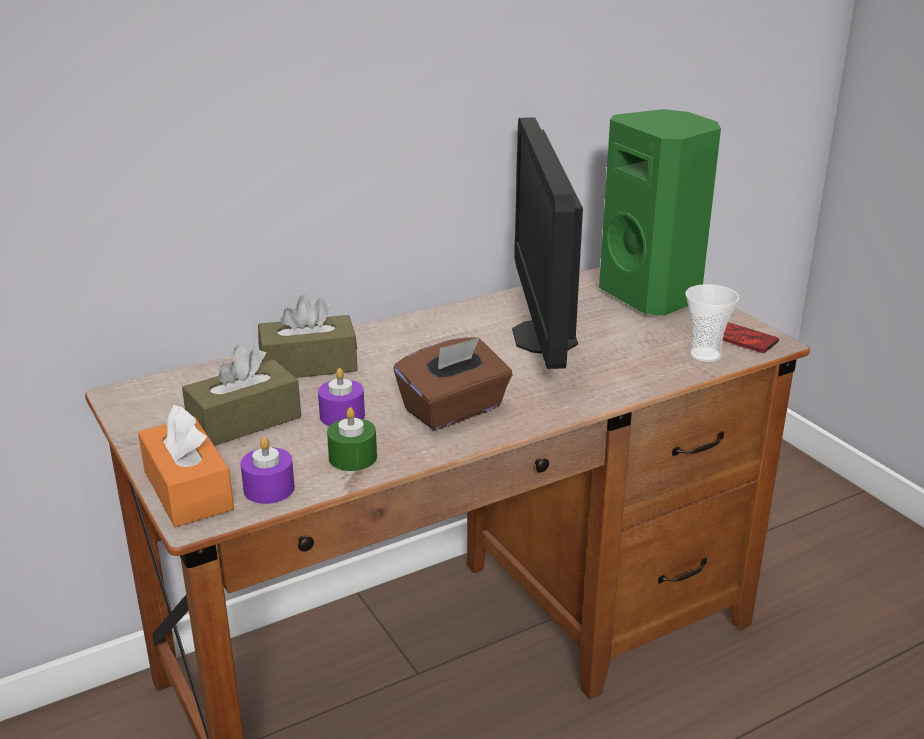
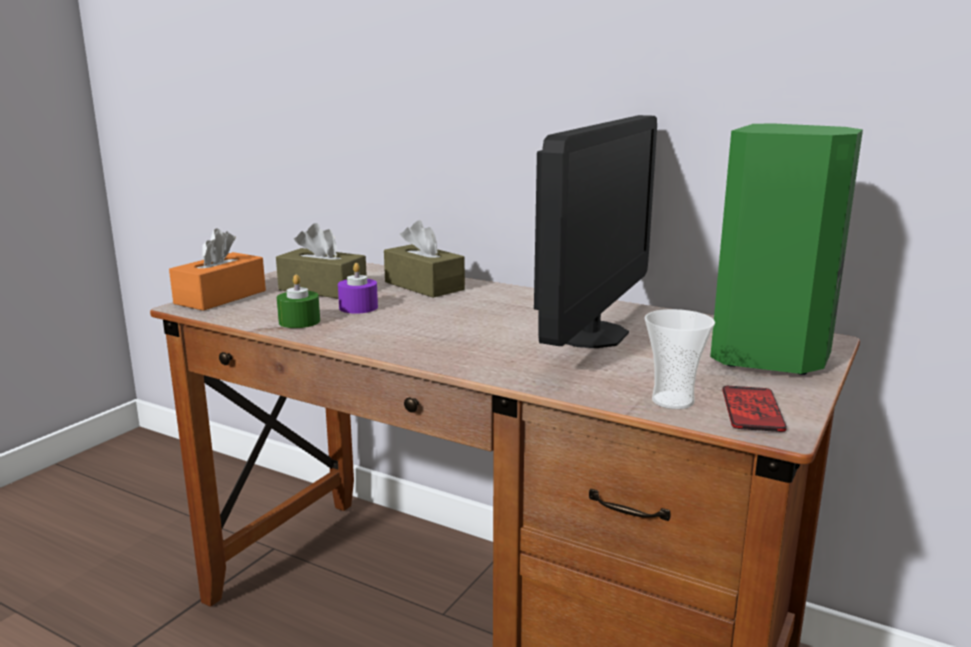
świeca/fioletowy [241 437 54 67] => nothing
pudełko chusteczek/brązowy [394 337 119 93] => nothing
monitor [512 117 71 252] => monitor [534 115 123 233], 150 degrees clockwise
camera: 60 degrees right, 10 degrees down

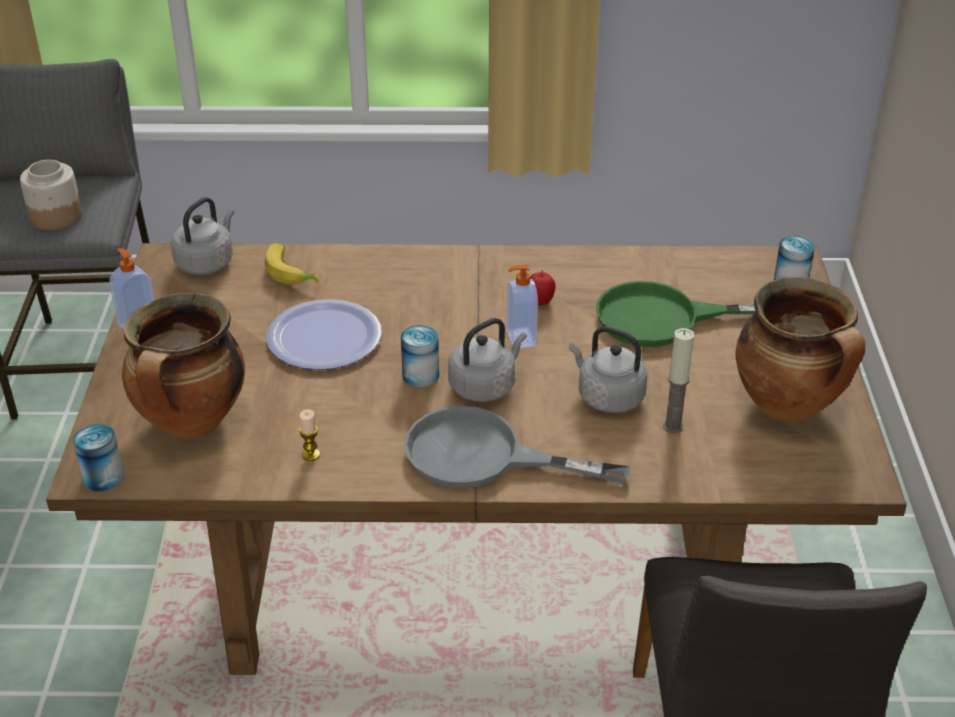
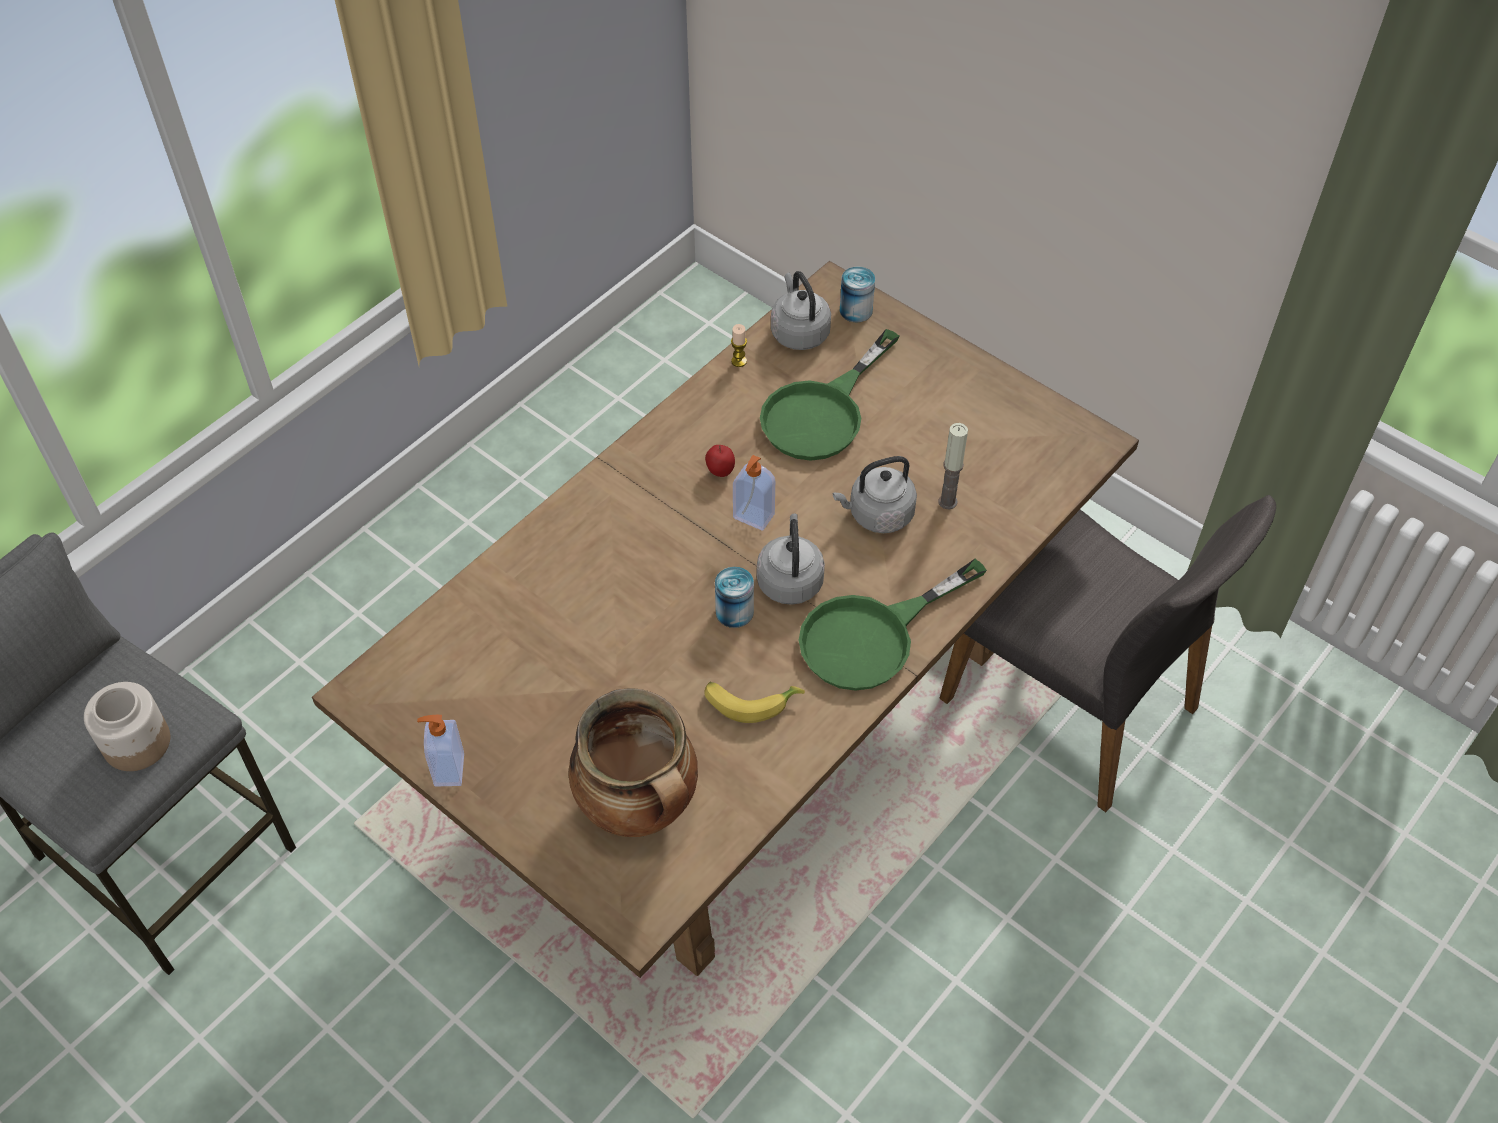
puszka [73 424 51 68] => nothing
czajnik/szary [170 197 64 78] => czajnik/szary [771 271 60 79], shifted
banan [265 243 54 42] => banan [704 681 101 42], shifted
talerz [266 299 116 71] => nothing
świeca [299 409 21 52] => świeca [731 324 16 43], shifted
patelnia/szary [404 406 226 82] => patelnia/zielony [799 559 188 132]
garnek [736 277 129 145] => nothing
camera: 50 degrees left, 15 degrees up

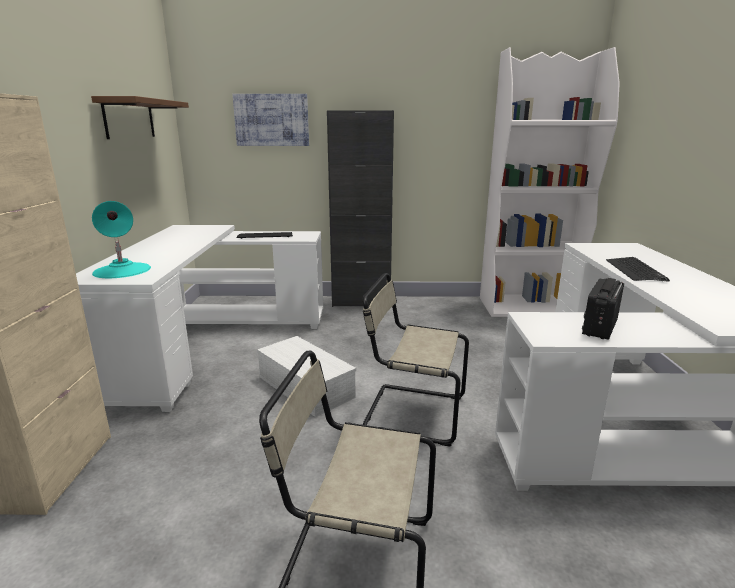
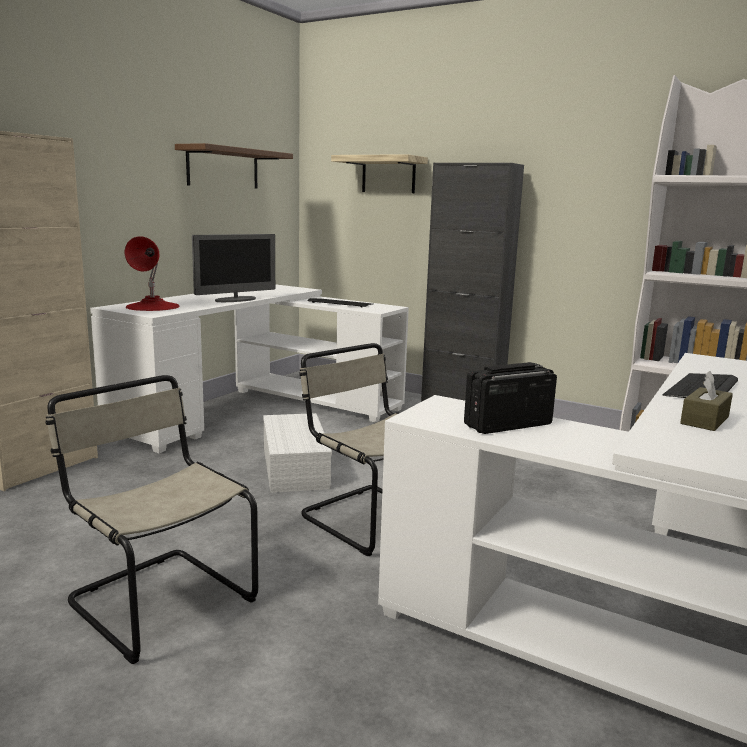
lampa stołowa/turkusowy [92 201 59 77] => lampa stołowa/czerwony [125 236 55 75]
obraz [232 94 77 52] => półka [331 154 97 39]
nothing => monitor [192 234 84 68]
nothing => pudełko chusteczek/brązowy [680 371 53 60]
camera: 30 degrees right, 5 degrees down

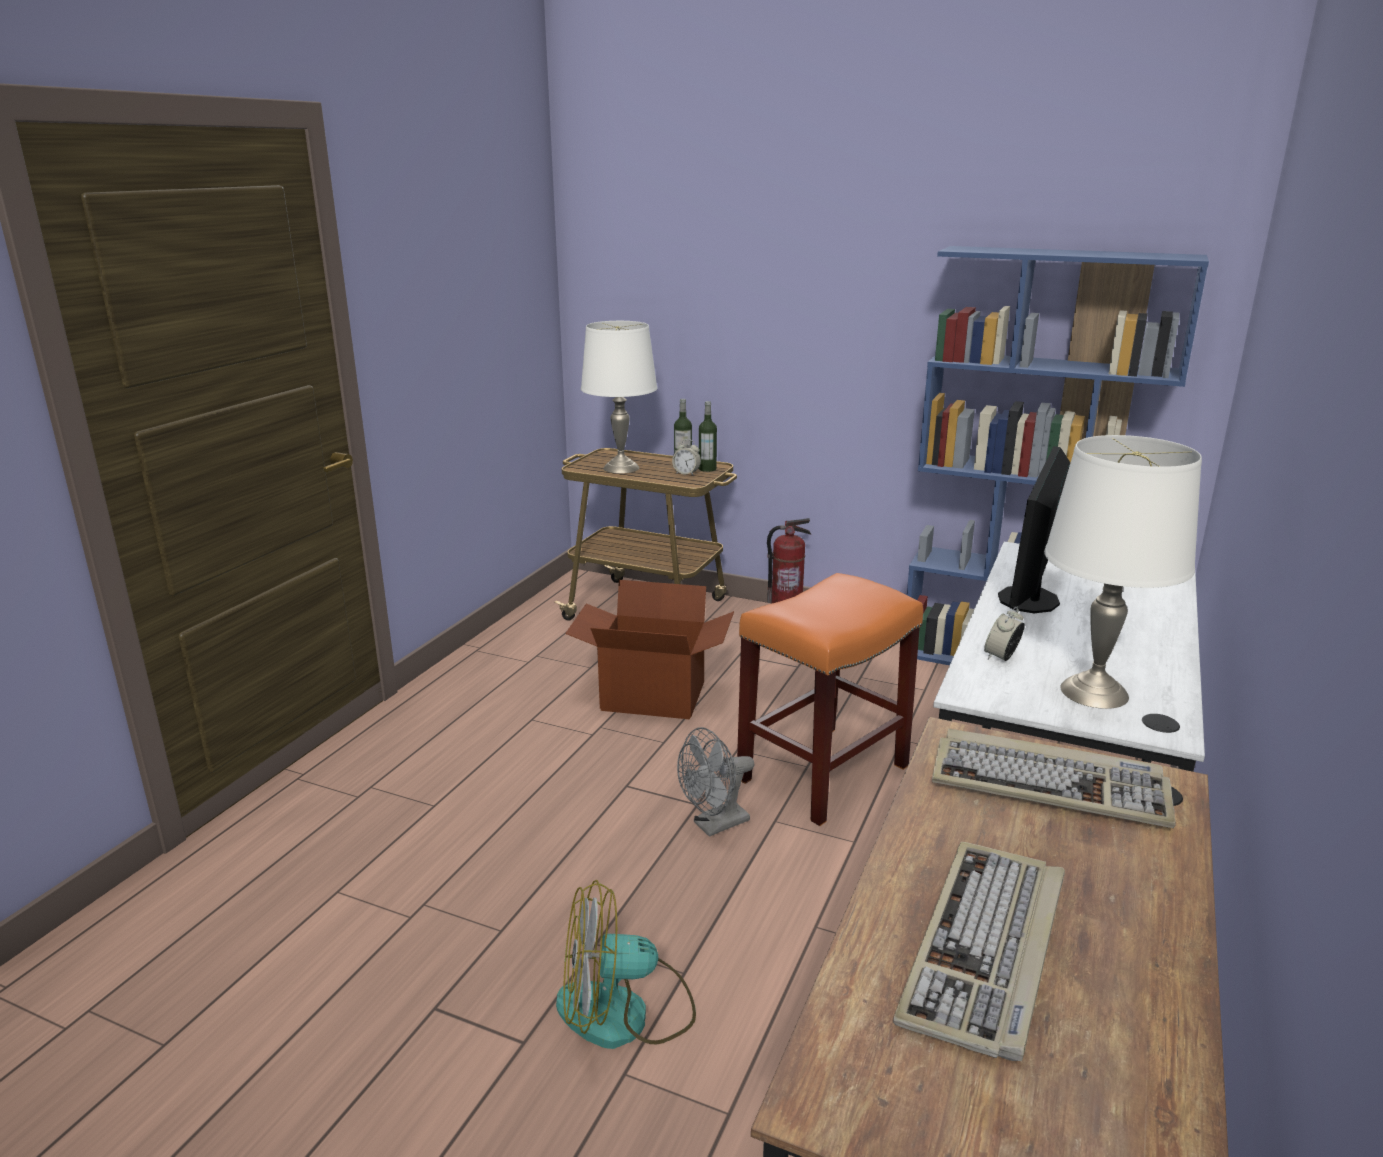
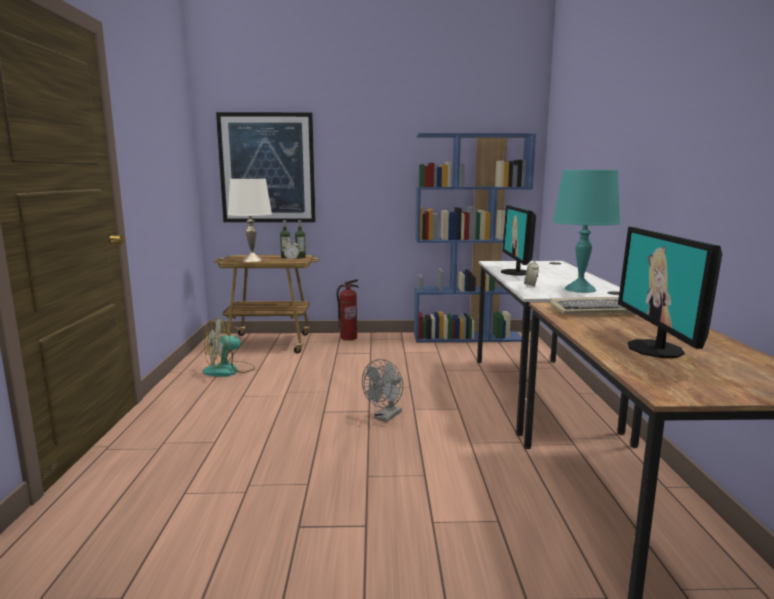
wentylator [556 880 140 169] => wentylator [202 317 53 60], shifted
karton [565 580 169 139] => nothing
stołek/pomarańczowy [737 573 186 253] => nothing
klawiatura [893 842 172 219] => monitor [618 227 104 131]
lampa stołowa/biały [1044 435 158 274] => lampa stołowa/turkusowy [553 170 67 123]
nothing => obraz [216 112 100 110]
camera: 25 degrees left, 10 degrees down

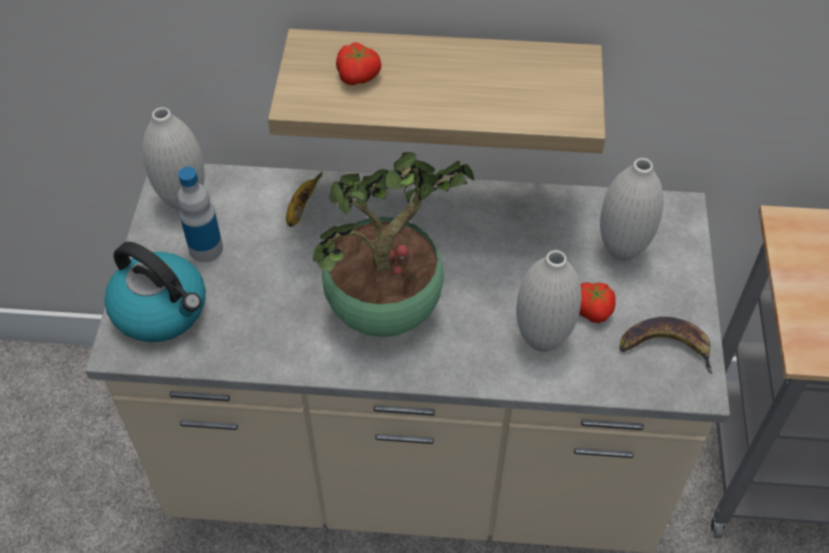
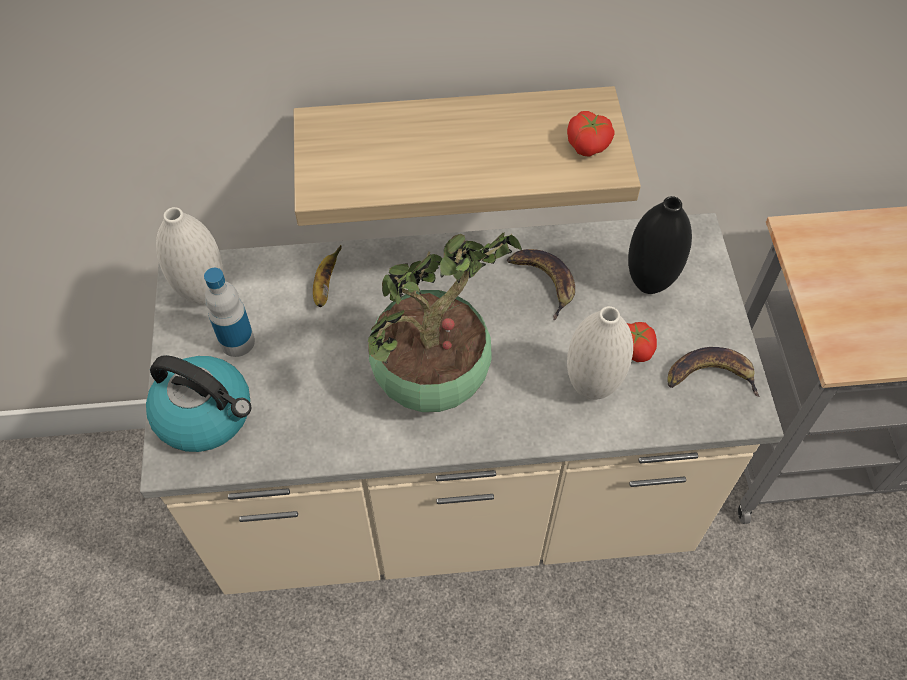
pomidor [336 42 45 43] => pomidor [567 111 48 46], shifted
wazon/biały [600 158 64 103] => wazon/czarny [628 196 64 98]
nothing => banan [507 249 68 71]
camera: 10 degrees left, 5 degrees up

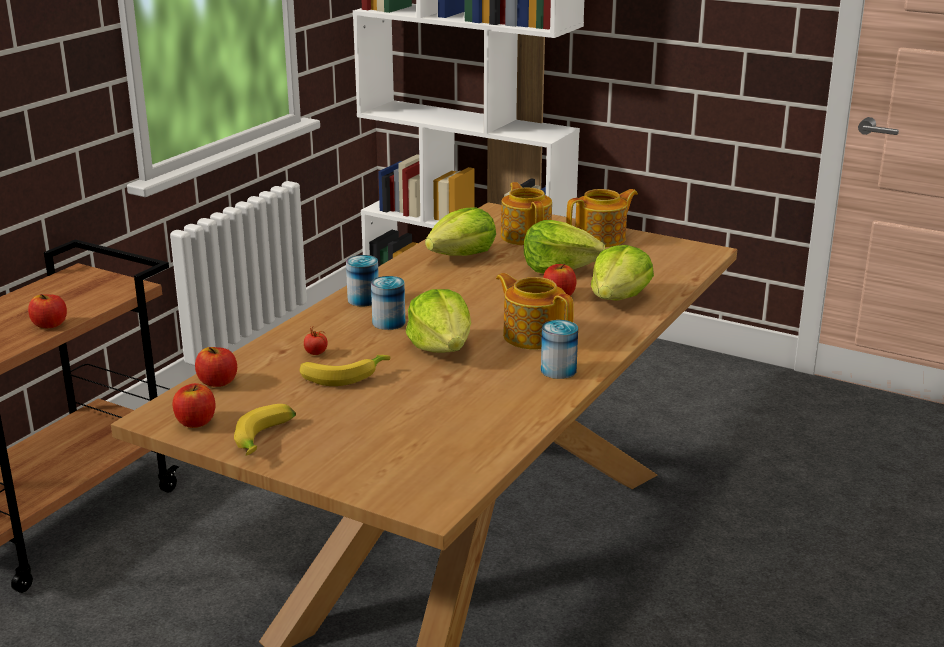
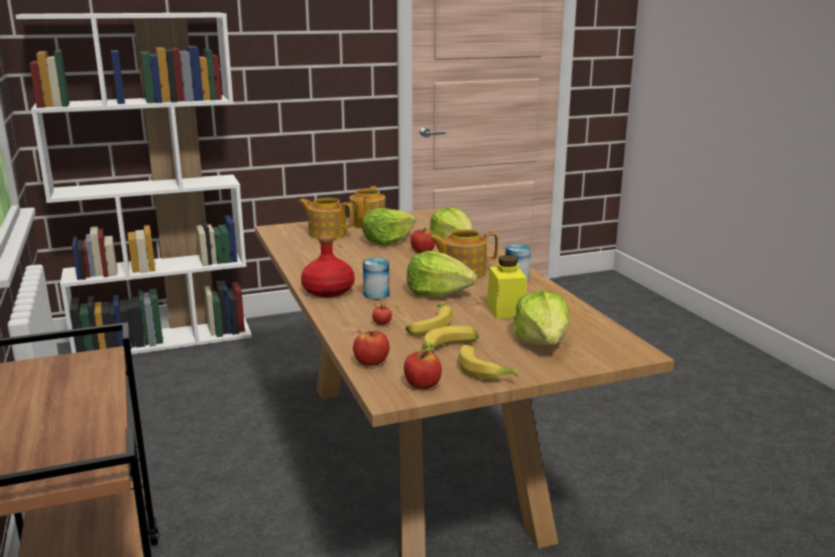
jabłko [28 294 39 34] => nothing
puszka [346 255 33 51] => butelka/czerwony [301 235 54 62]
sałata [425 207 71 49] => sałata [513 290 57 55], shifted
nothing => banan [422 326 57 27]
nothing => słoik/żółty [487 255 40 63]
camera: 50 degrees left, 5 degrees down

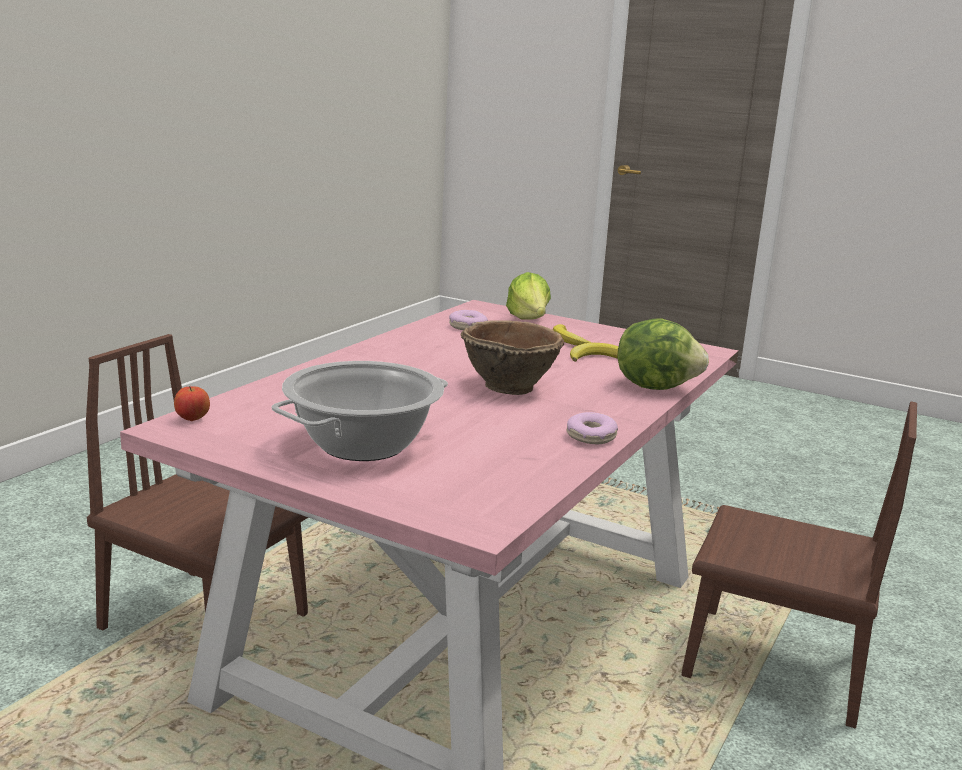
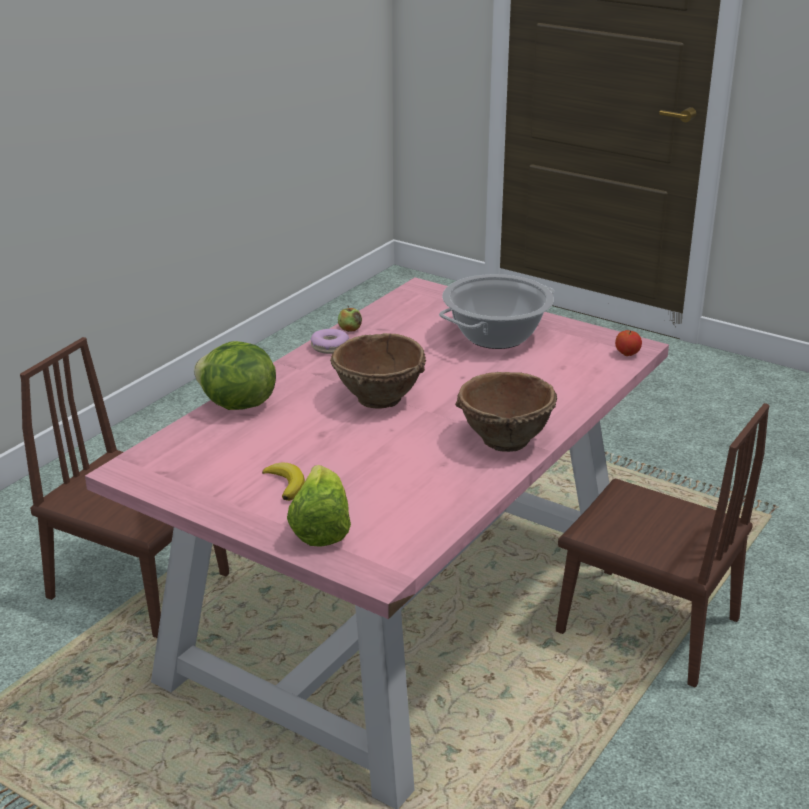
donut [449 310 39 20] => nothing
banan [570 343 49 19] => nothing
nothing => jabłko [338 306 24 26]
nothing => miska/brązowy [455 372 102 80]
camera: 175 degrees left, 10 degrees up

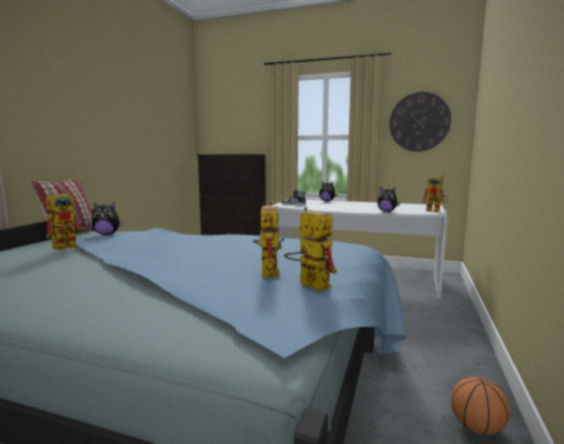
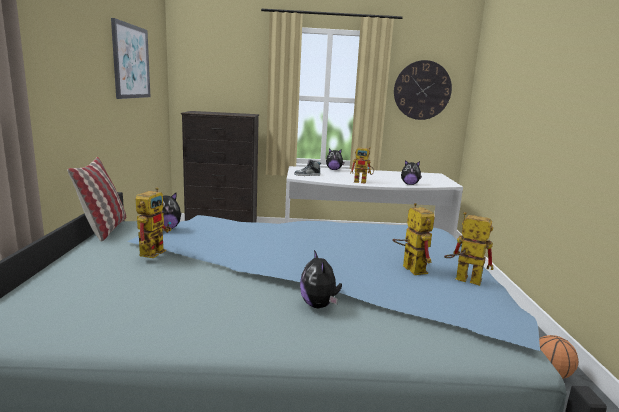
robot zabawkowy [422 175 27 37] => robot zabawkowy [350 147 24 37], shifted
nothing => obraz [111 18 40 81]
nothing => pluszak [300 250 42 58]
camera: 20 degrees left, 5 degrees up

